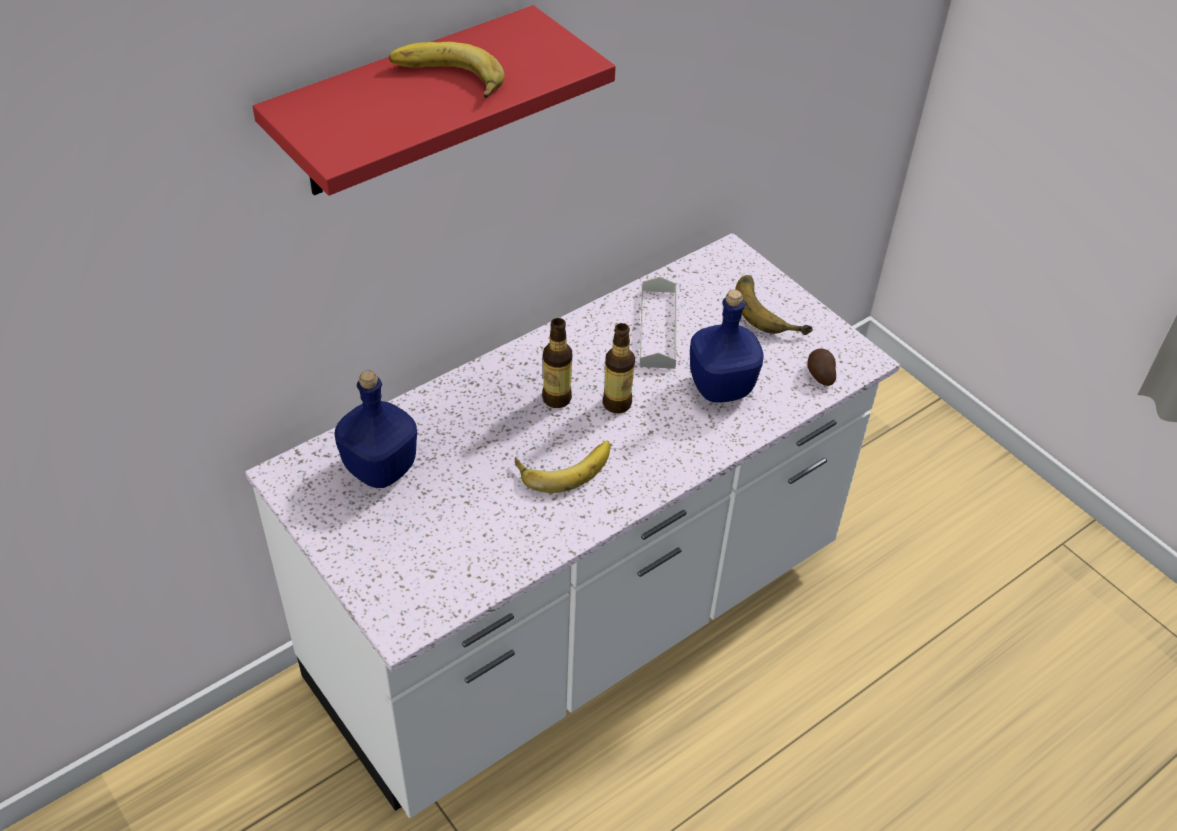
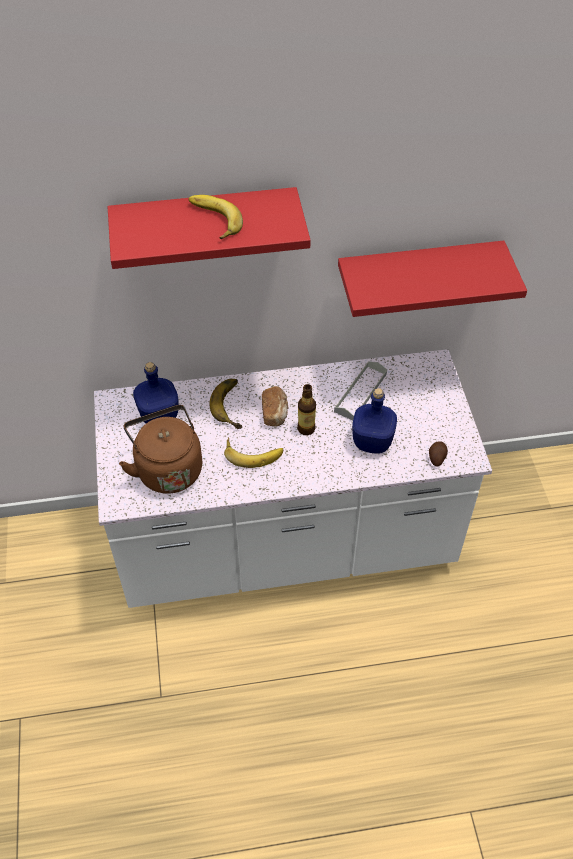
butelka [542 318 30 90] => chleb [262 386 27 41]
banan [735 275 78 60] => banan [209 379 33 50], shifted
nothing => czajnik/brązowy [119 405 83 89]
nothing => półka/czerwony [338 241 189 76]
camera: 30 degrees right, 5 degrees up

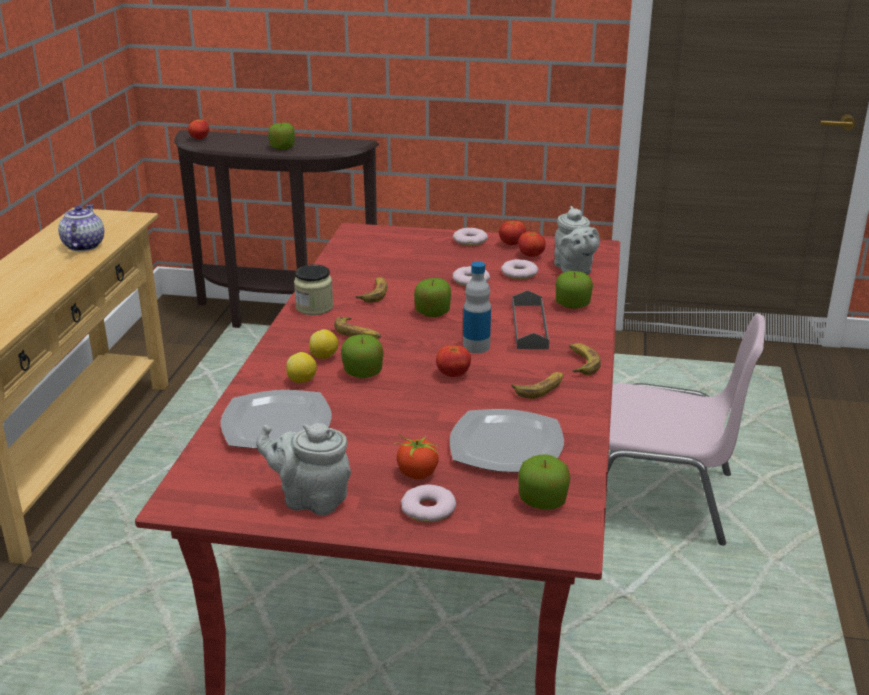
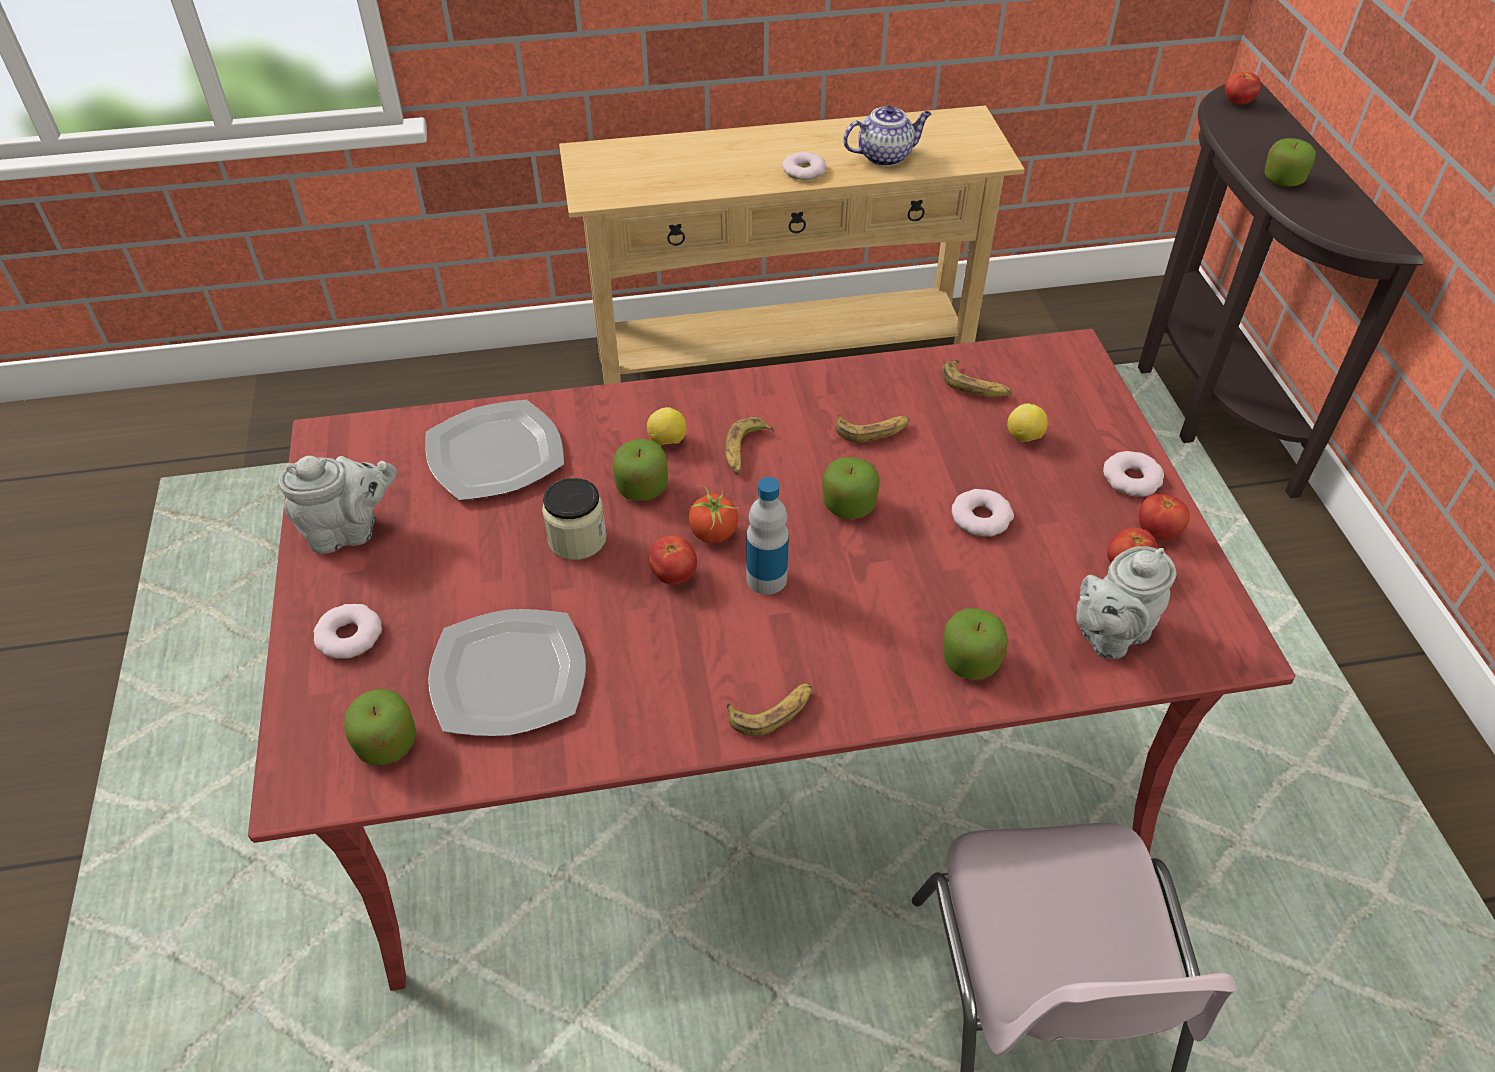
imbryk/szary [256 423 95 92] => imbryk/szary [278 456 119 98], 75 degrees clockwise
cytryna [286 352 31 31] => cytryna [1007 403 41 39], shifted
słoik [294 265 39 50] => słoik [542 478 65 82], shifted
pomidor [397 433 42 46] => pomidor [687 482 52 61], shifted
donut [501 259 37 20] => donut [782 152 45 28], shifted
banan [511 372 52 27] => banan [942 360 70 38], shifted
taca/szary [512 290 37 59] => nothing
camera: 70 degrees right, 20 degrees up

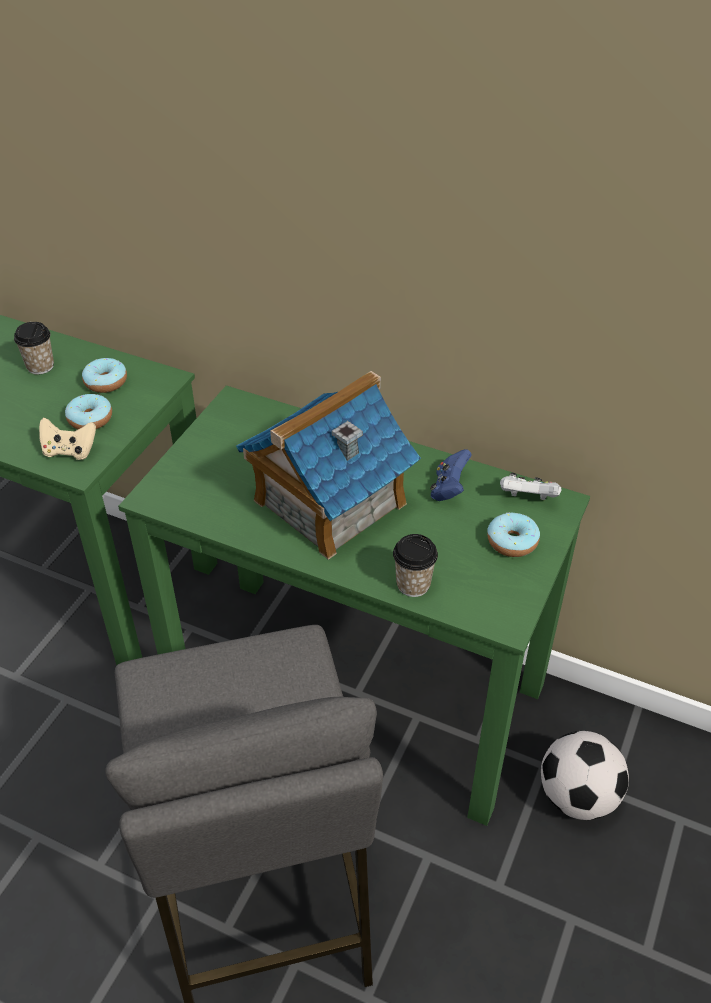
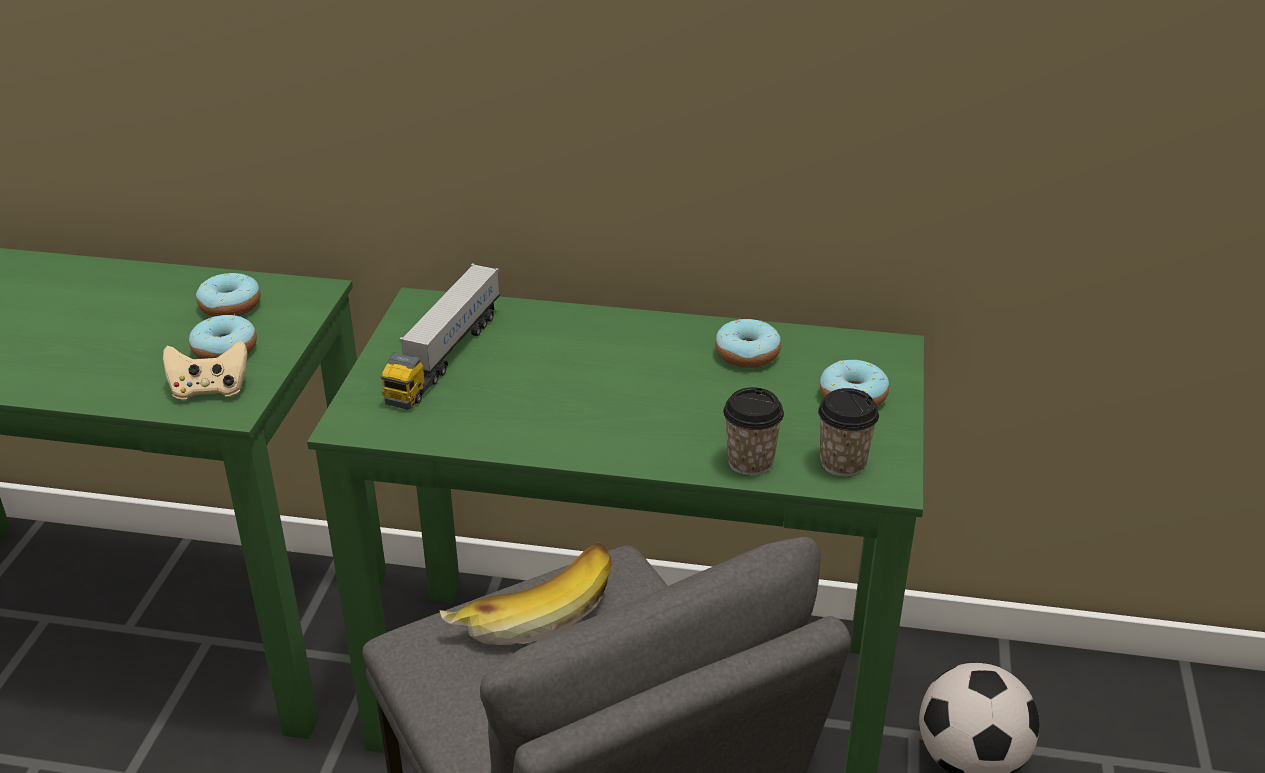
filiżanka [14 322 40 52] => filiżanka [818 388 61 89], shifted
domek [236 371 185 189] => nothing
pad do gier/niebieski [430 449 42 52] => donut [715 319 66 49]
pad do gier/biały [500 473 62 27] => nothing
nothing => ciężarówka zabawkowa [381 263 119 147]
nothing => banan [439 543 172 102]
camera: 15 degrees left, 10 degrees down

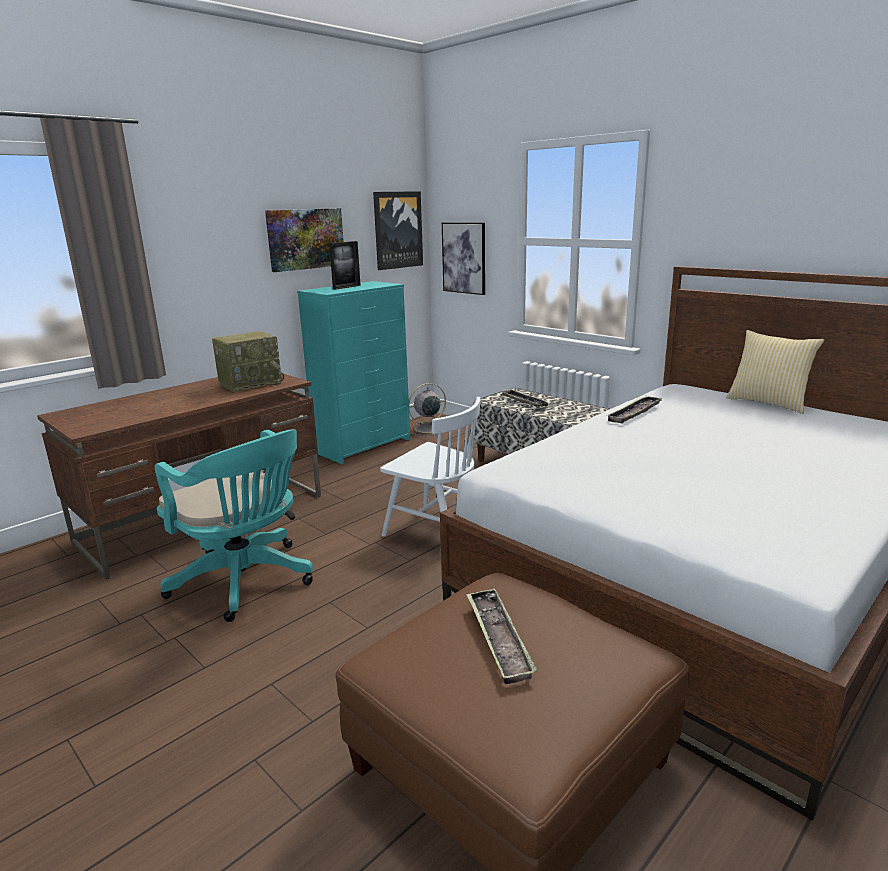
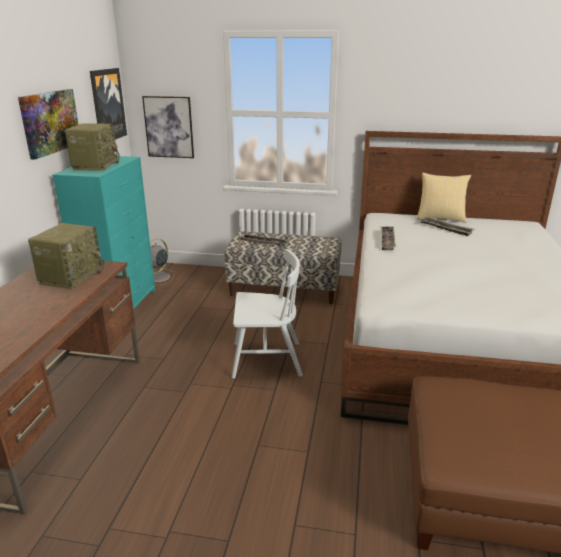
krzesło biurowe/turkusowy [155 429 158 193] => nothing
ramka na zdjęcie [329 241 32 49] => radio [65 123 55 48]
taca [466 588 72 96] => taca [419 217 55 19], shifted
camera: 35 degrees left, 5 degrees up

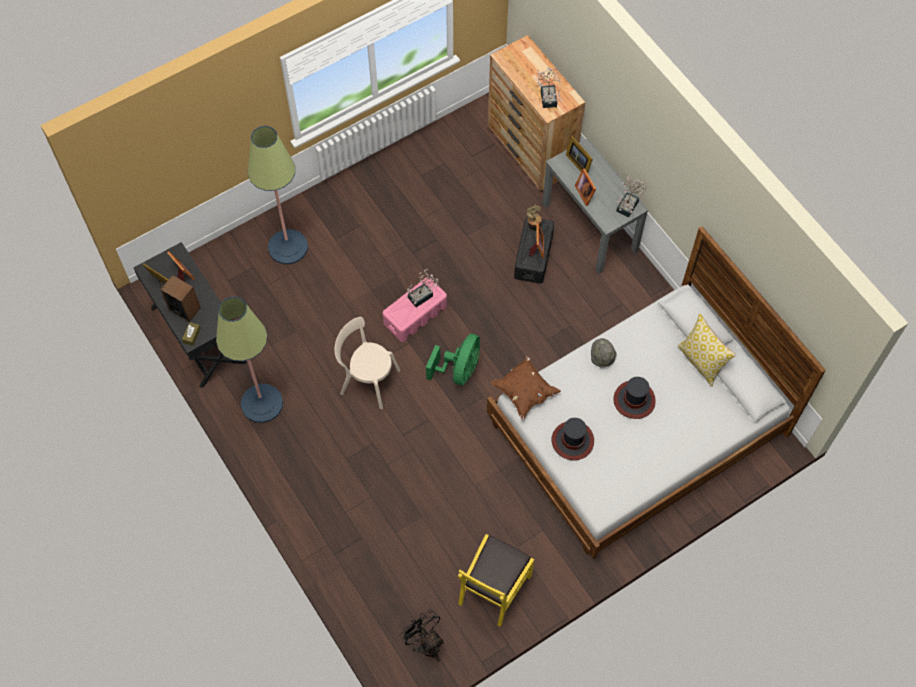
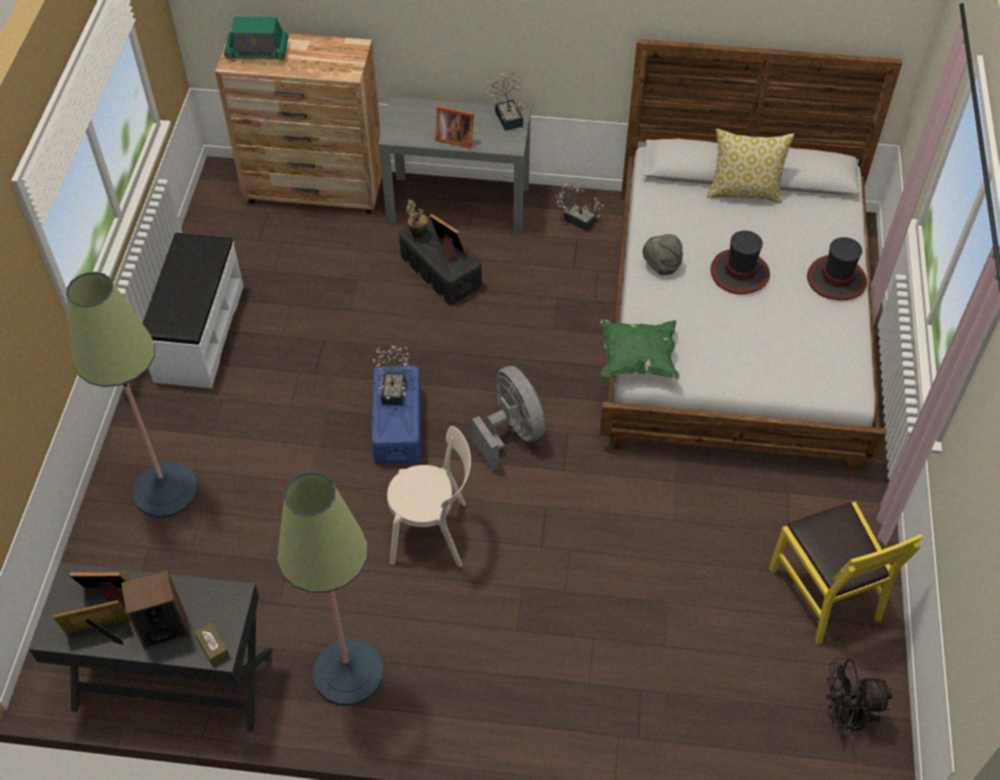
krzesło/beżowy [335 317 65 92] => krzesło/beżowy [387 426 84 141], 150 degrees counterclockwise
pojemnik do przechowywania/różowy [383 277 64 65] => pojemnik do przechowywania/niebieski [371 366 50 99]
wentylator/zielony [426 334 54 51] => wentylator/szary [472 366 73 105]
poduszka/brązowy [491 356 70 64] => poduszka/zielony [600 319 80 60]
roślina doniczkowa [535 68 26 40] => roślina doniczkowa [556 178 48 53], shifted
kapelusz [551 418 43 42] => kapelusz [807 237 60 63], shifted
ramka na zdjęcie [566 136 27 37] => nothing
nothing => ławka/biały [142 233 102 155]
nothing => radio [224 17 65 43]
camera: 50 degrees left, 10 degrees down

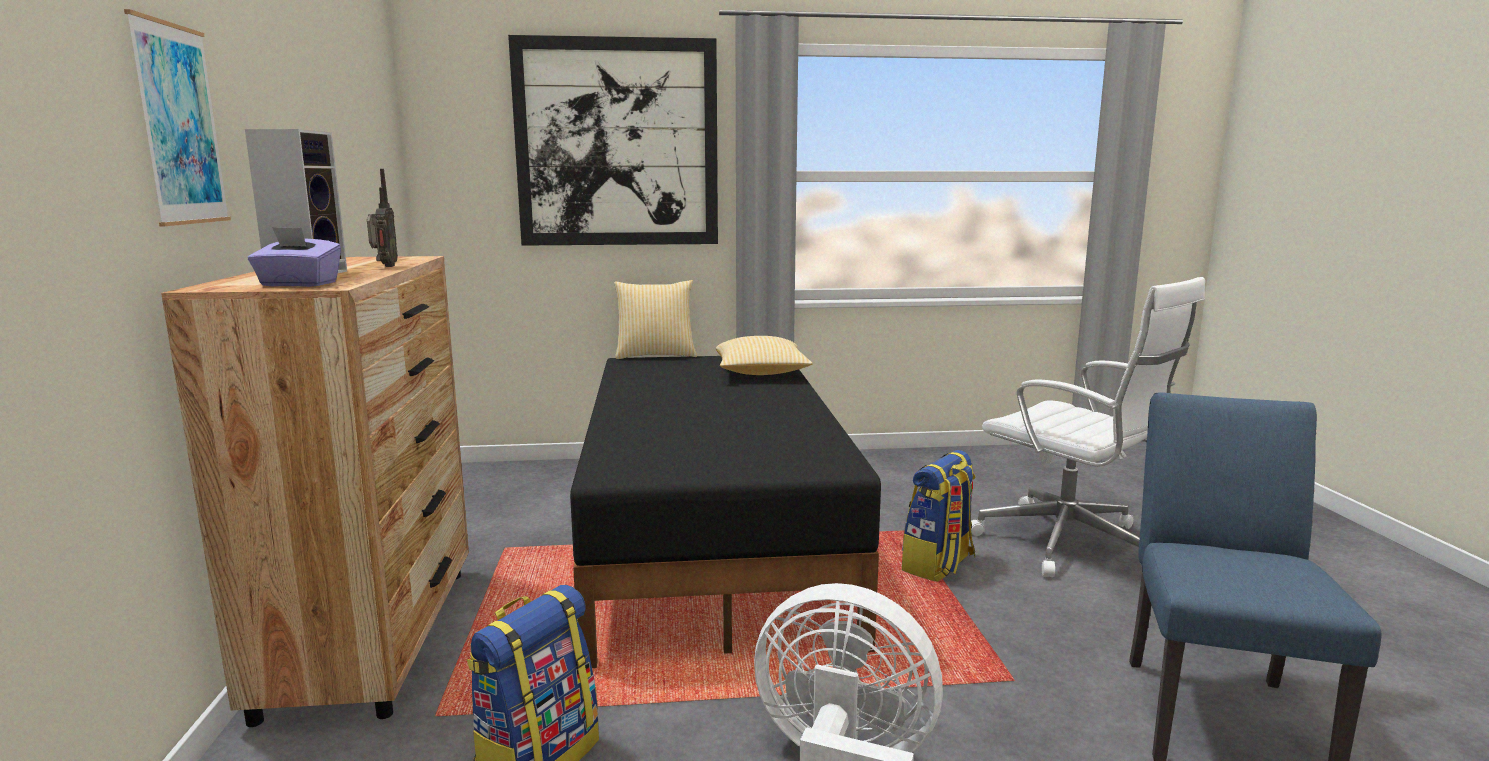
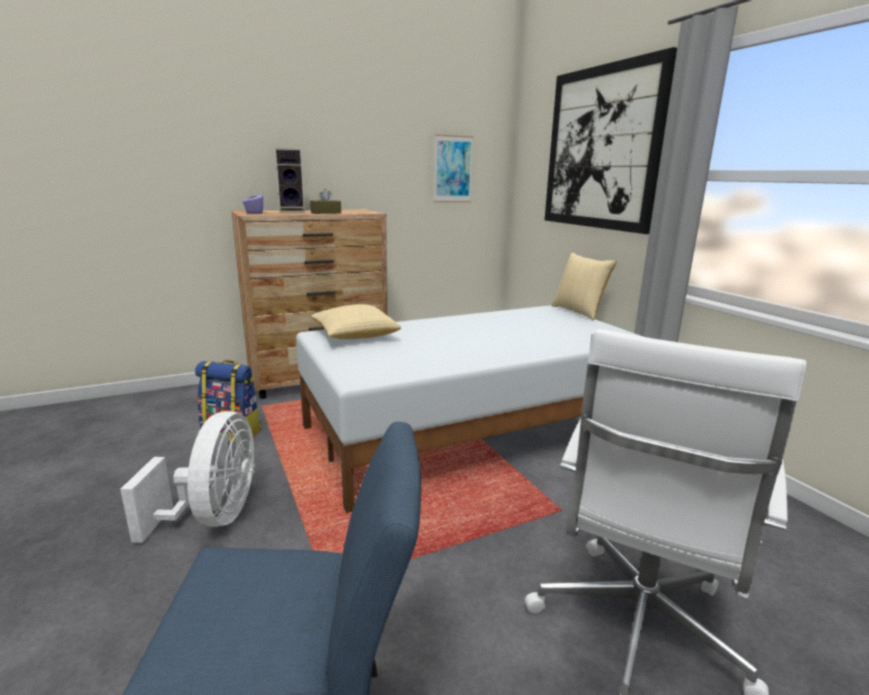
obraz [124 9 107 217] => obraz [434 134 39 68], shifted
radio [367 169 31 98] => pudełko chusteczek/brązowy [310 189 31 25]
łóżko/czarny [570 356 311 312] => łóżko/biały [296 305 347 208]
poduszka [716 336 97 39] => poduszka [311 304 90 35], shifted
plecak [902 450 74 132] => nothing
camera: 70 degrees right, 5 degrees up

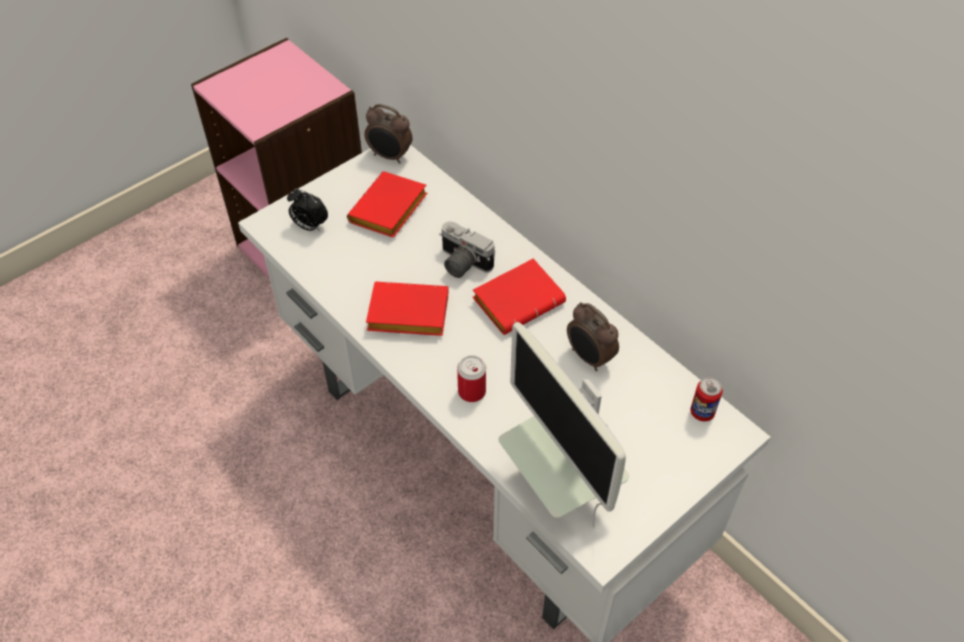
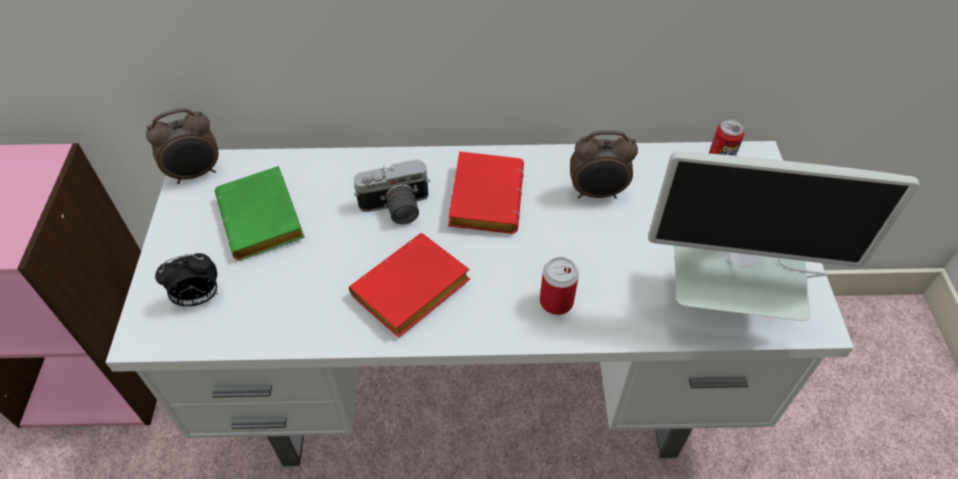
książka/czerwony [347 171 80 67] => książka/zielony [215 166 90 94]
camera: 50 degrees left, 0 degrees up

